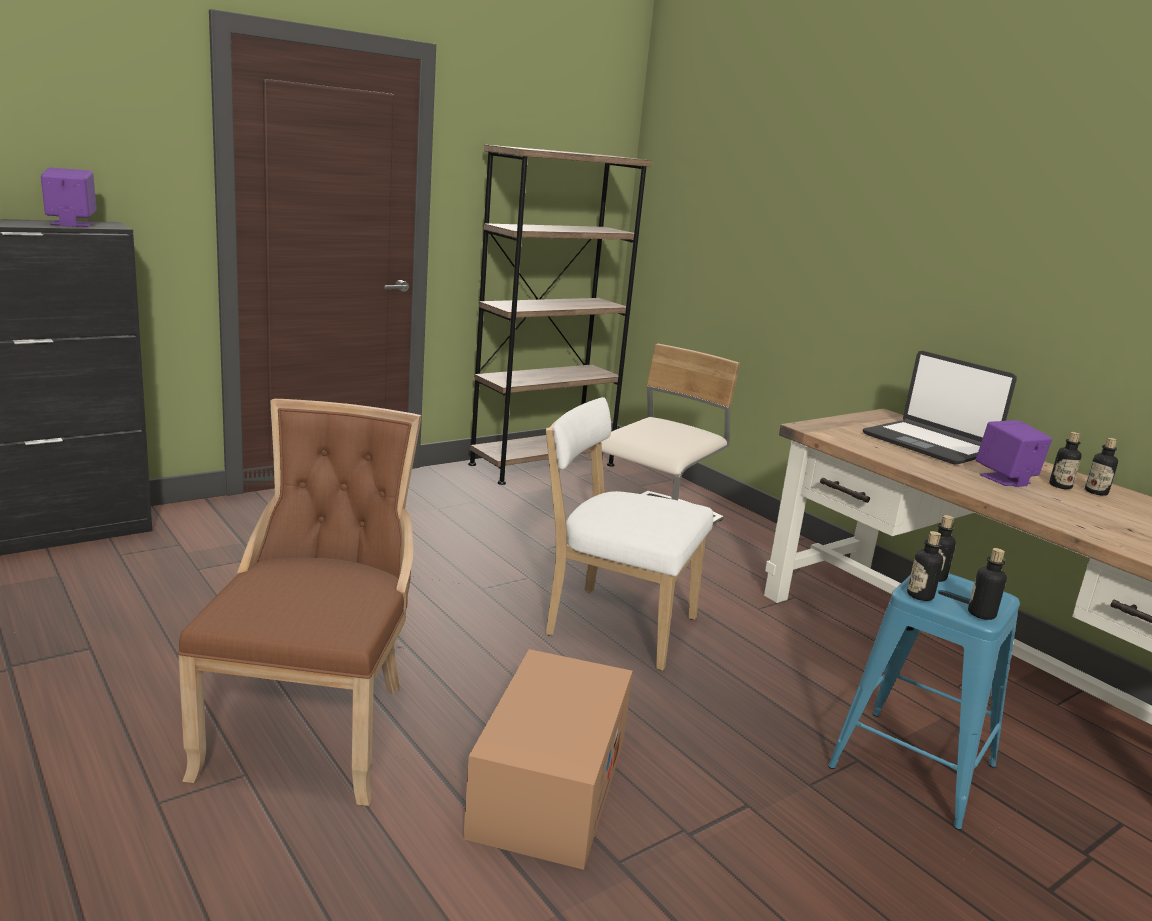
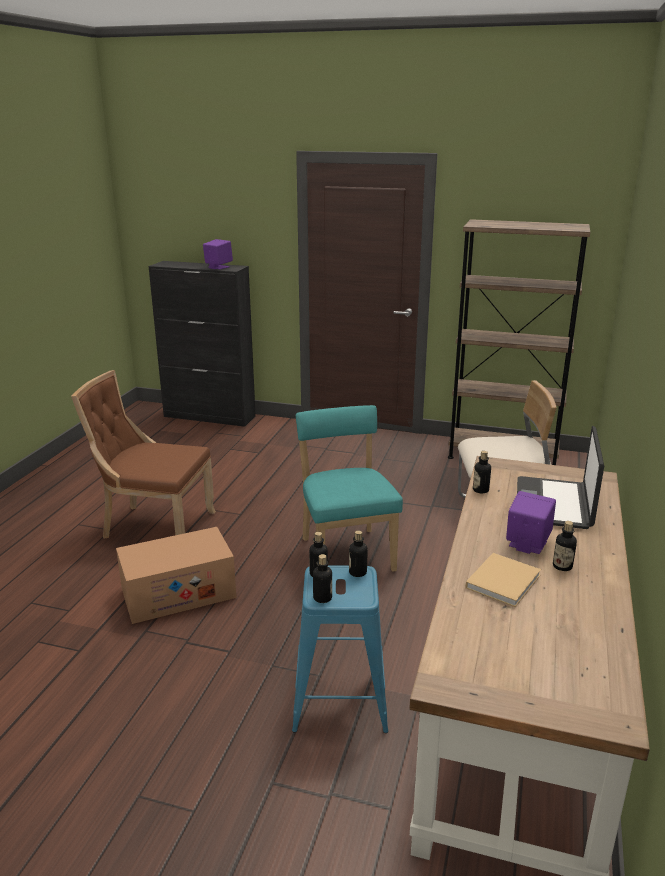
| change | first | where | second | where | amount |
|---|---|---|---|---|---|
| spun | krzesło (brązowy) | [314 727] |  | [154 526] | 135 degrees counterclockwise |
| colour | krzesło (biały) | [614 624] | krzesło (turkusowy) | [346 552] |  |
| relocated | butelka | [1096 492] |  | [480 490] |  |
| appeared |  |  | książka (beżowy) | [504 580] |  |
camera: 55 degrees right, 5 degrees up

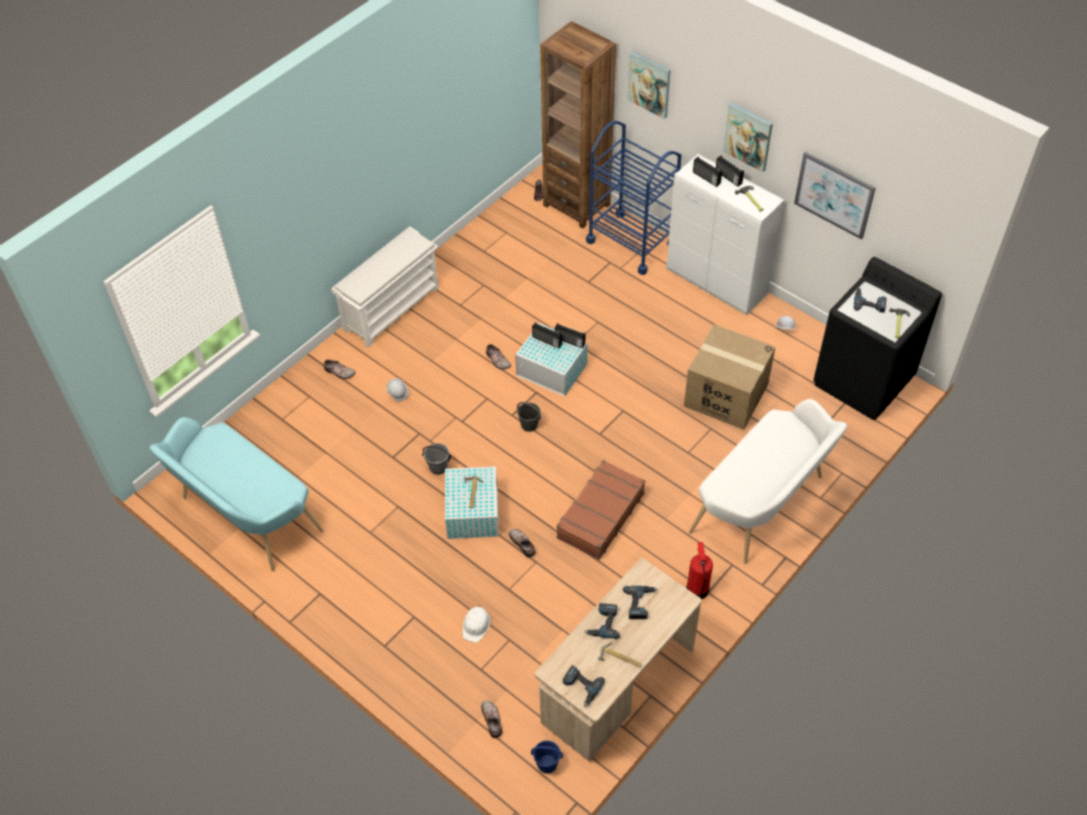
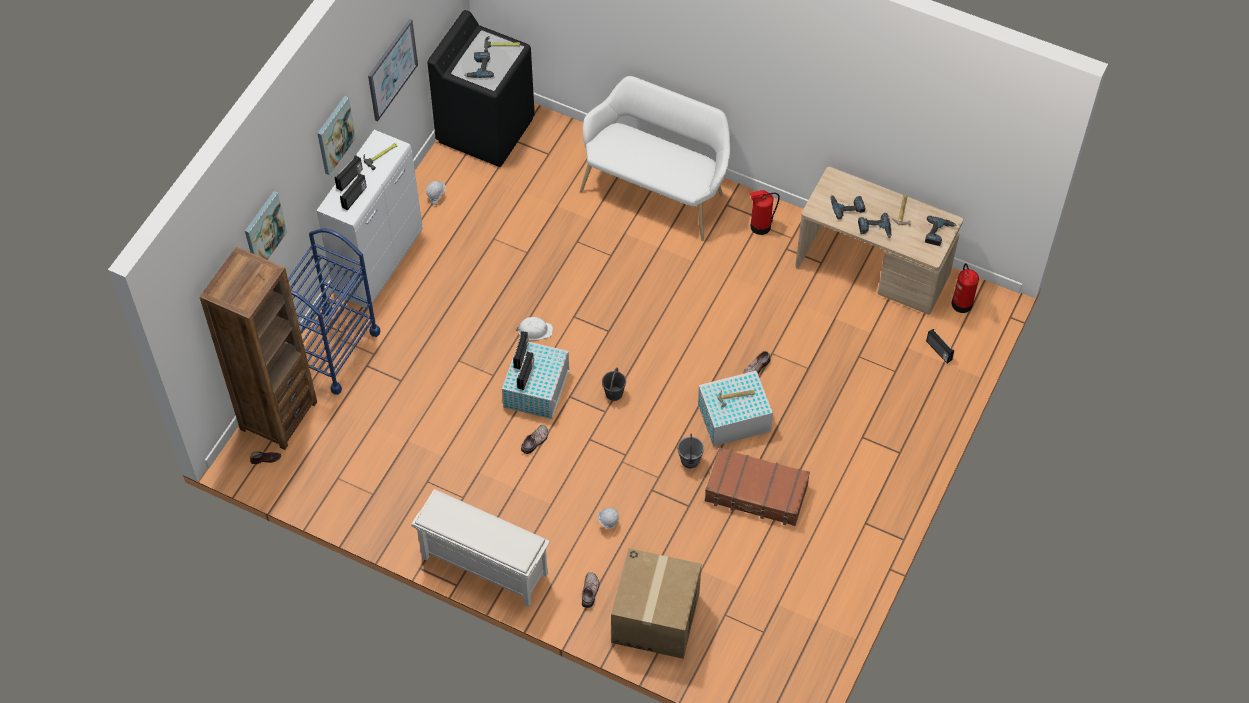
| change | first | where | second | where | amount |
|---|---|---|---|---|---|
| missing | ławka (turkusowy) | [245 517] |  |  |  |
| relocated | kask (biały) | [476 625] |  | [534 330] |  |
| exchanged | but | [493 720] | radio | [938 351] |  |
| exchanged | wiadro (niebieski) | [546 764] | gaśnica | [962 304] |  |
| relocated | walizka (brązowy) | [600 515] |  | [756 493] |  |
| relocated | karton | [725 395] |  | [655 618] |  |
camera: 105 degrees left, 5 degrees up

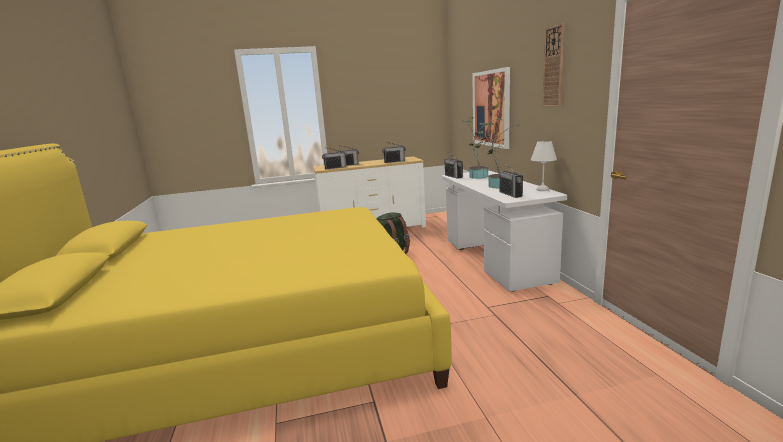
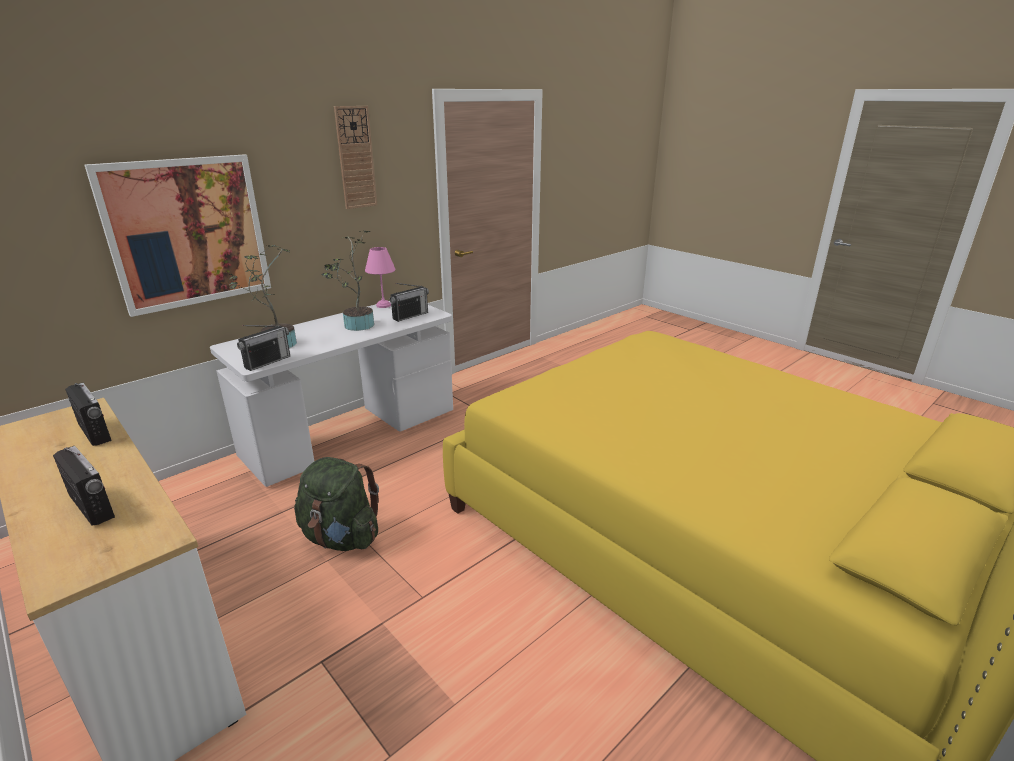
| change | first | where | second | where | amount |
|---|---|---|---|---|---|
| missing | radio | [335 168] |  |  |  |
| colour | lampa stołowa (biały) | [542 189] | lampa stołowa (różowy) | [383 305] |  |
camera: 120 degrees left, 10 degrees up

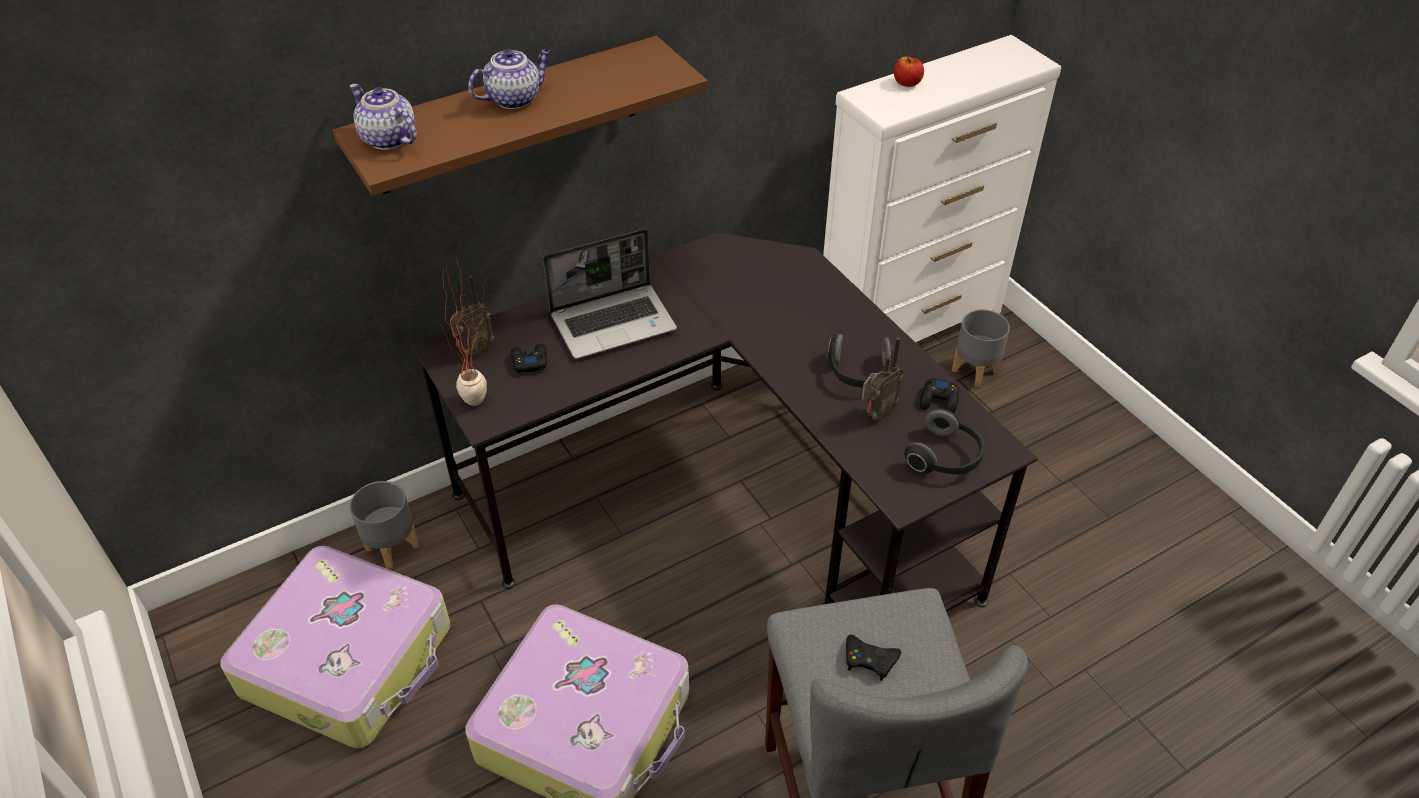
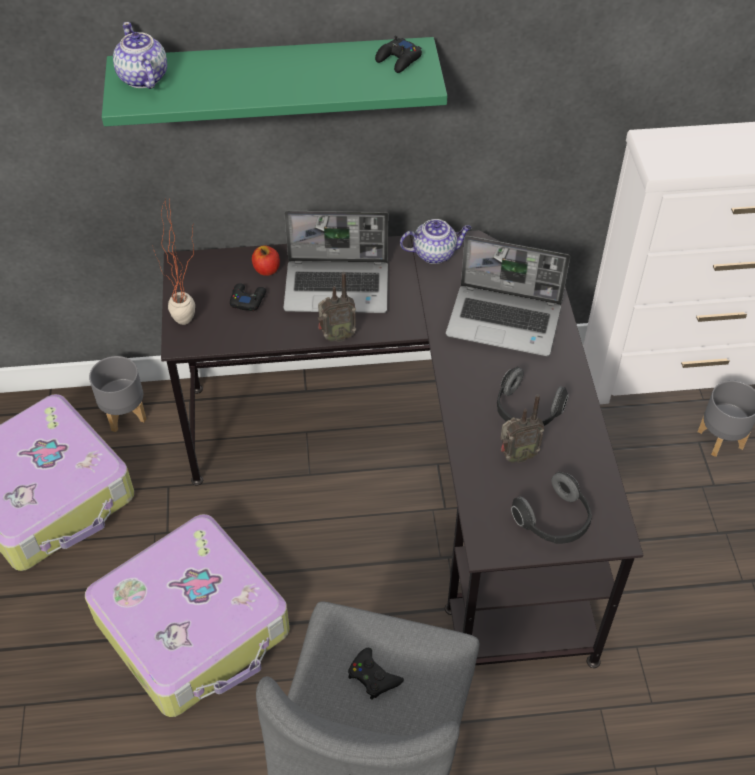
| change | first | where | second | where | amount |
|---|---|---|---|---|---|
| colour | półka (brązowy) | [508 116] | półka (zielony) | [274 79] |  |
| relocated | radio | [474 351] |  | [336 336] |  |
| relocated | imbryk | [515 98] |  | [435 253] |  |
| relocated | jabłko | [907 83] |  | [267 269] |  |
| relocated | pad do gier (czarny) | [939 400] |  | [398 60] |  |
| appeared |  |  | laptop | [505 321] |  |
camera: 25 degrees right, 5 degrees up

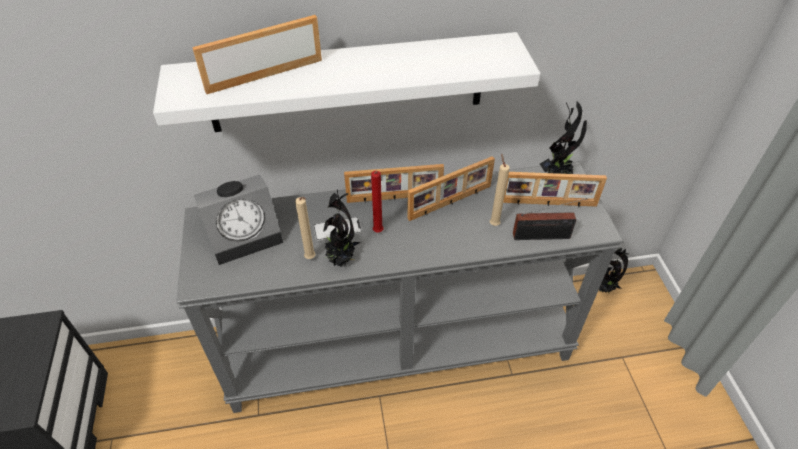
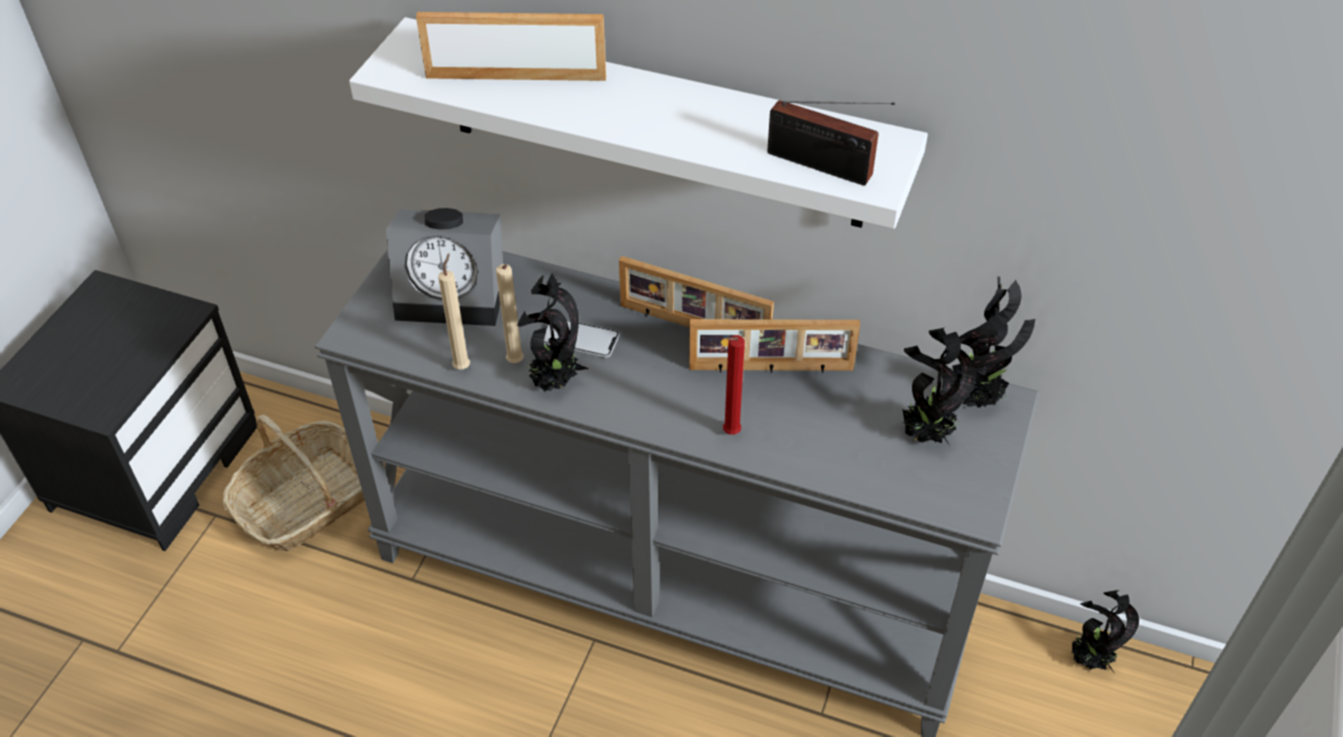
| change | first | where | second | where | amount |
|---|---|---|---|---|---|
| relocated | świeca (czerwony) | [377 232] |  | [729 434] |  |
| relocated | świeca (beżowy) | [493 223] |  | [463 366] |  |
| exchanged | ramka na zdjęcie | [548 204] | roślina doniczkowa | [924 435] |  |
| relocated | radio | [544 236] |  | [824 167] |  |
| appeared |  |  | koszyk | [308 501] |  |
camera: 30 degrees right, 0 degrees up

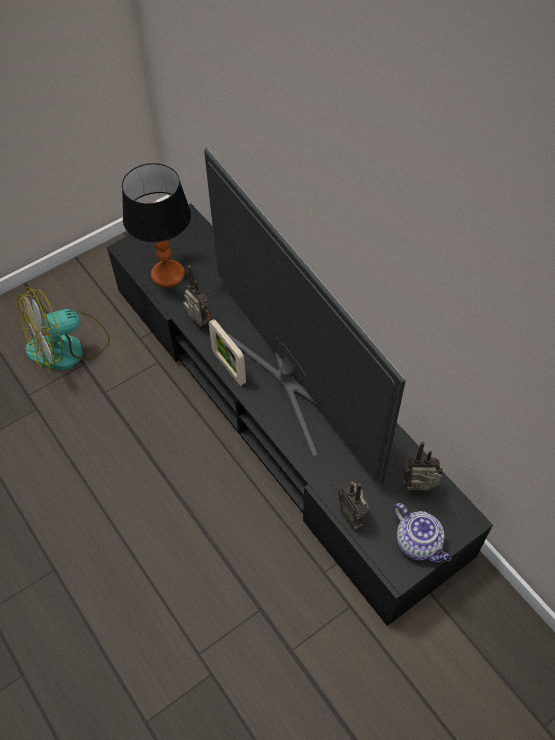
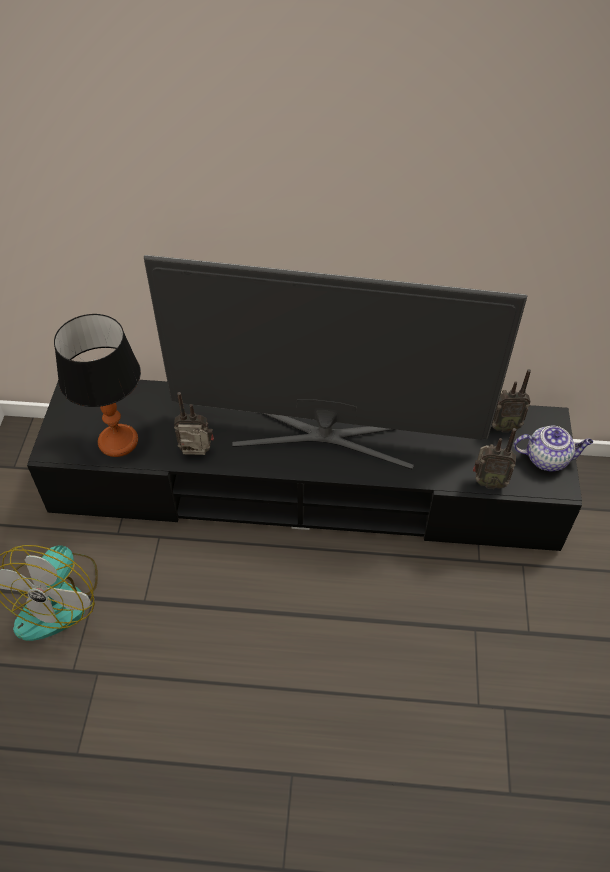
| change | first | where | second | where | amount |
|---|---|---|---|---|---|
| missing | ramka na zdjęcie | [229 368] |  |  |  |
| spun | radio | [419 489] |  | [502 426] | 135 degrees counterclockwise |
camera: 50 degrees left, 5 degrees down

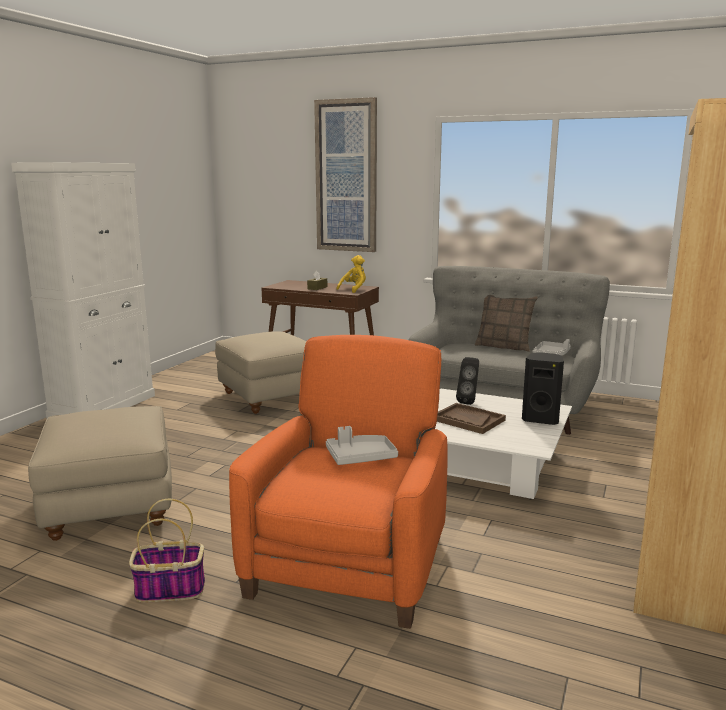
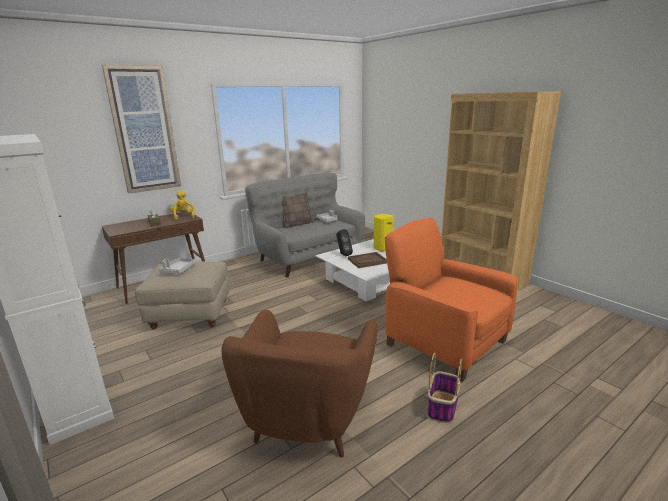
| change | first | where | second | where | amount |
|---|---|---|---|---|---|
| exchanged | pufa (beżowy) | [110 506] | fotel (brązowy) | [308 420] |  |
| relocated | taca (szary) | [360 457] |  | [178 270] |  |
| colour | głośnik (czarny) | [541 419] | głośnik (żółty) | [382 248] |  |
camera: 60 degrees left, 5 degrees up

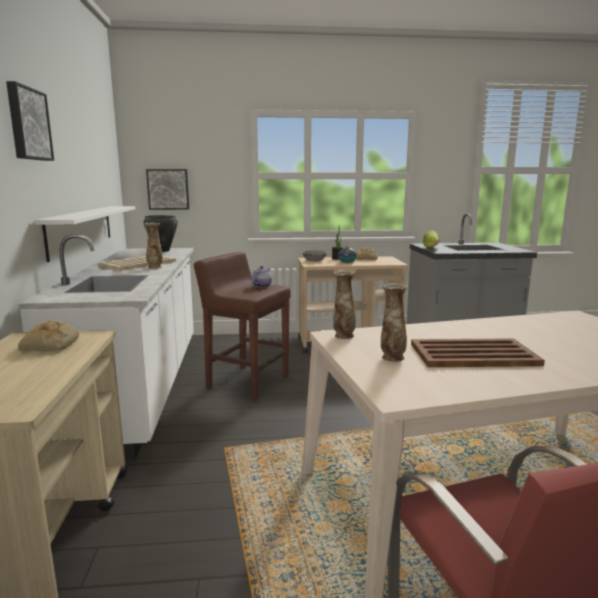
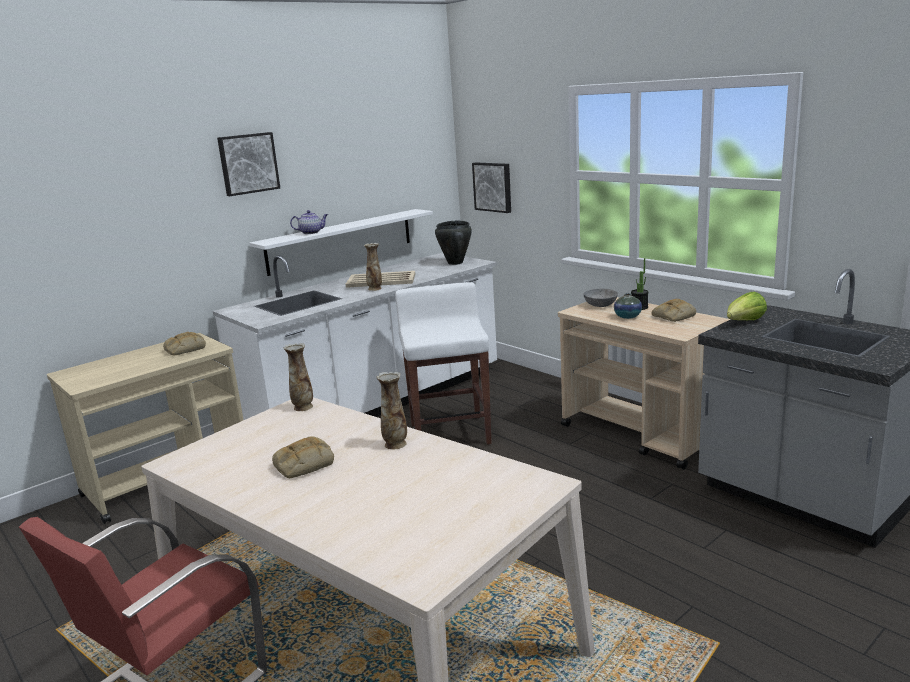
| change | first | where | second | where | amount |
|---|---|---|---|---|---|
| colour | stołek (brązowy) | [247 382] | stołek (biały) | [450 433] |  |
| relocated | imbryk | [261 286] |  | [311 232] |  |
| relocated | wazon | [392 357] |  | [395 444] |  |
| exchanged | taca (brązowy) | [474 355] | chleb | [303 464] |  |
camera: 55 degrees right, 5 degrees up

